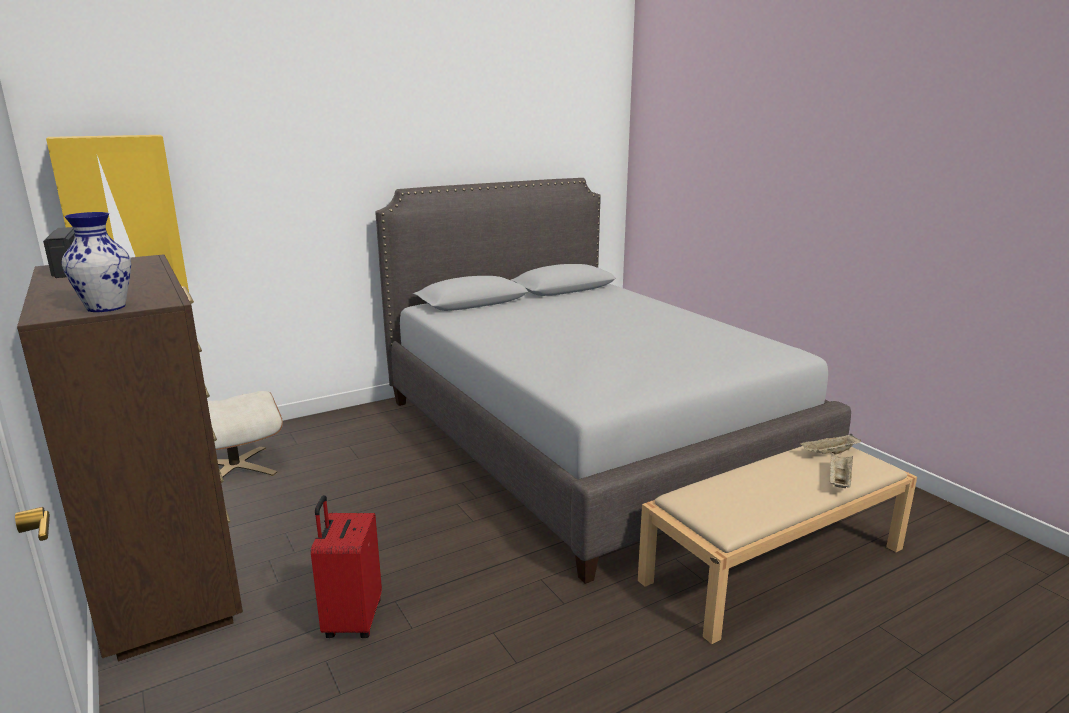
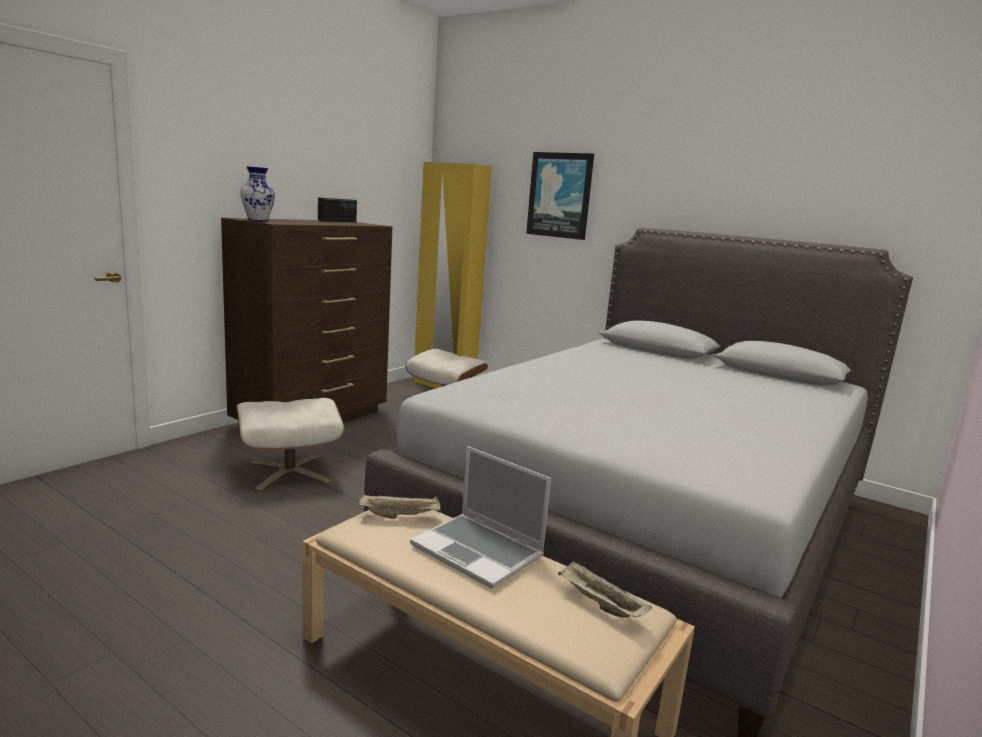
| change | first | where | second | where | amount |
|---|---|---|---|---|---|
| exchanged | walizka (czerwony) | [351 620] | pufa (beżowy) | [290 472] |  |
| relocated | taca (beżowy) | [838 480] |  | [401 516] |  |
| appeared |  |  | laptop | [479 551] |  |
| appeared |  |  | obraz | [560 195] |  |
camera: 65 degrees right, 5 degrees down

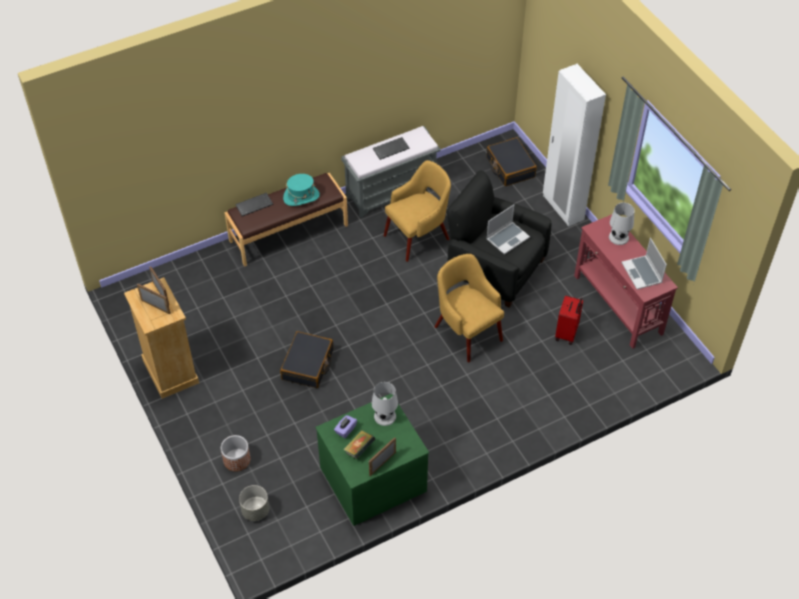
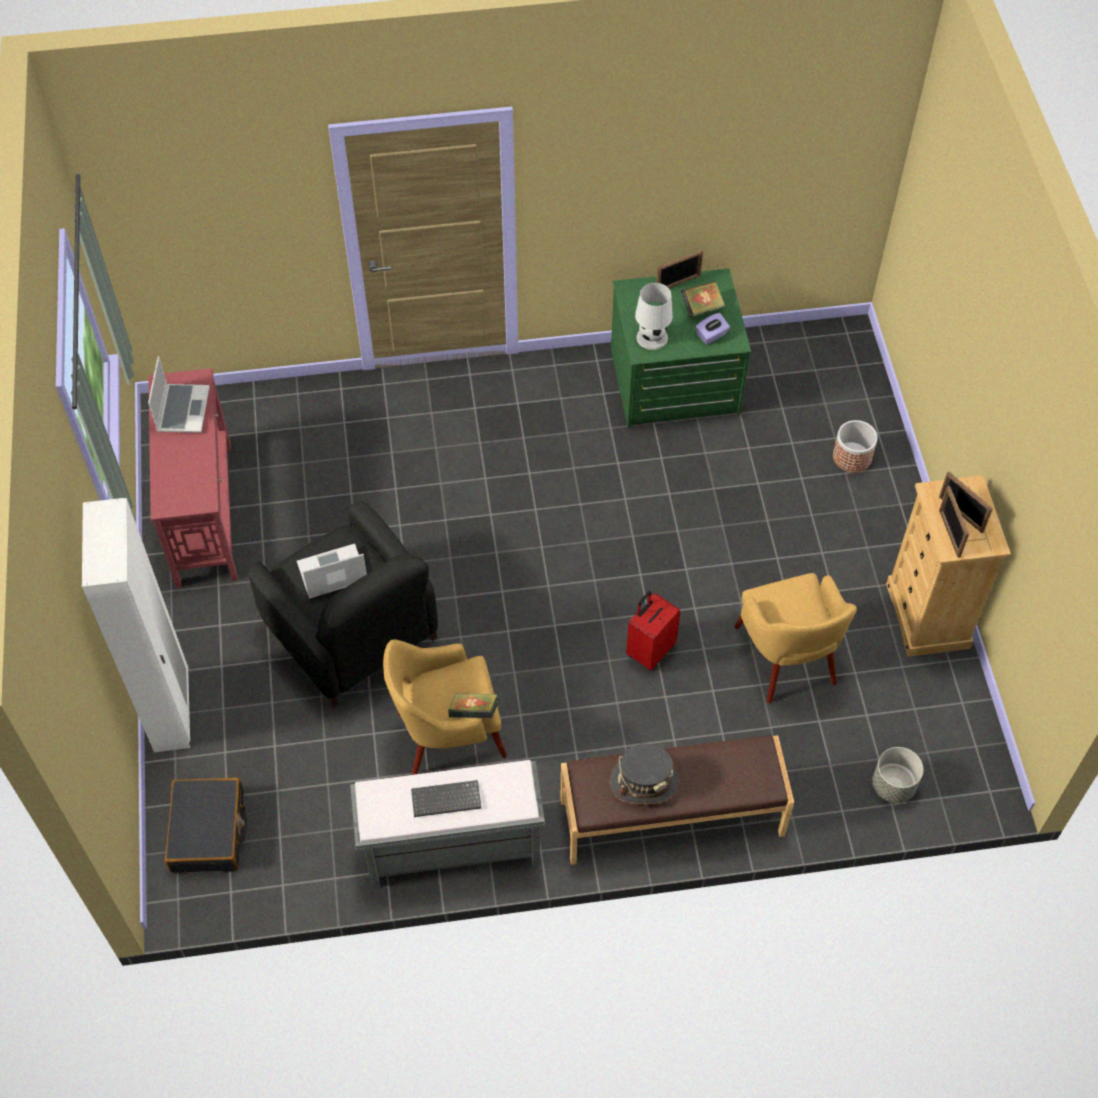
| change | first | where | second | where | amount |
|---|---|---|---|---|---|
| missing | klawiatura | [254 204] |  |  |  |
| relocated | donica (szary) | [255 510] |  | [893 786] |  |
| missing | walizka (czarny) | [308 365] |  |  |  |
| colour | kapelusz (turkusowy) | [301 197] | kapelusz (szary) | [644 782] |  |
| relocated | fotel (żółty) | [467 332] |  | [786 658] |  |
| relocated | walizka (czerwony) | [567 333] |  | [650 650] |  |
| missing | lampa stołowa (biały) | [618 237] |  |  |  |
| appeared |  |  | książka | [474 712] |  |
camera: 160 degrees left, 5 degrees up

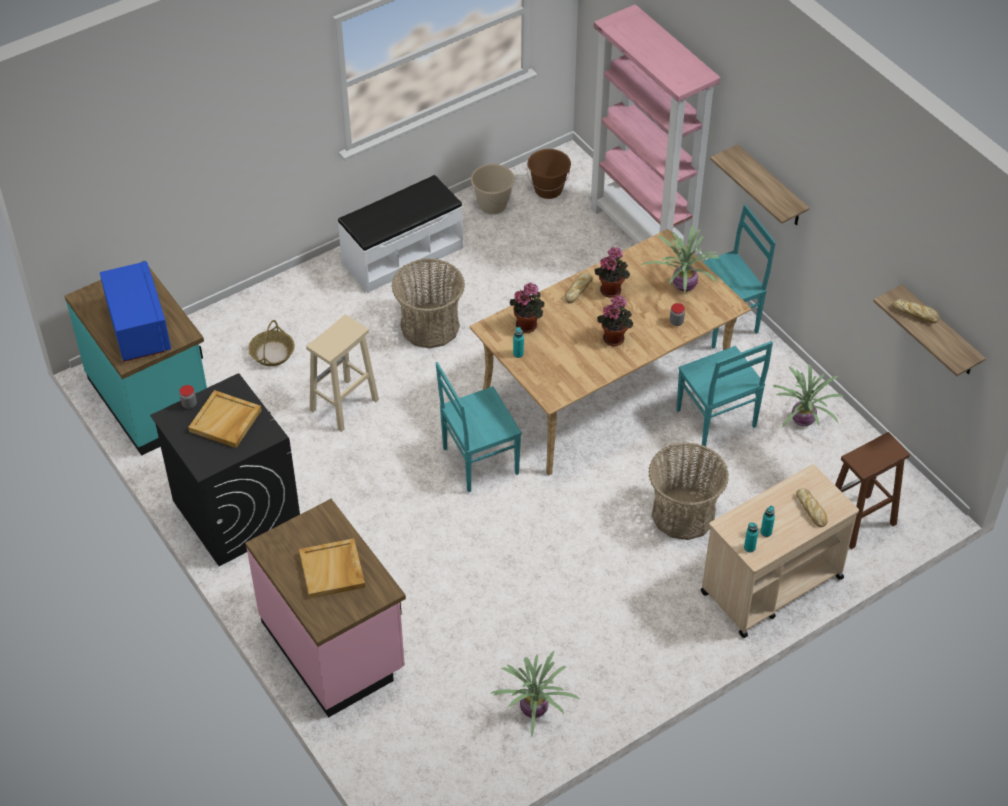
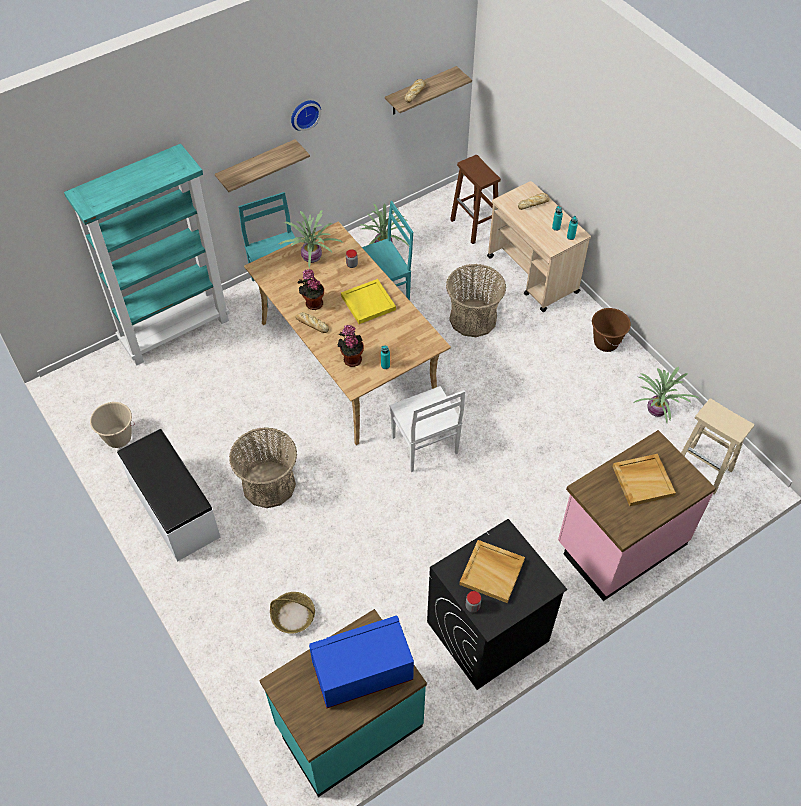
| change | first | where | second | where | amount |
|---|---|---|---|---|---|
| relocated | stołek (beżowy) | [343 406] |  | [703 469] |  |
| colour | krzesło (turkusowy) | [478 461] | krzesło (biały) | [425 446] |  |
| relocated | wiadro (brązowy) | [548 190] |  | [605 343] |  |
| colour | regał (różowy) | [643 235] | regał (turkusowy) | [176 330] |  |
| exchanged | roślina doniczkowa | [614 337] | taca (żółty) | [367 303] |  |
| appeared |  |  | zegar ścienny | [304 114] |  |
camera: 90 degrees left, 5 degrees up

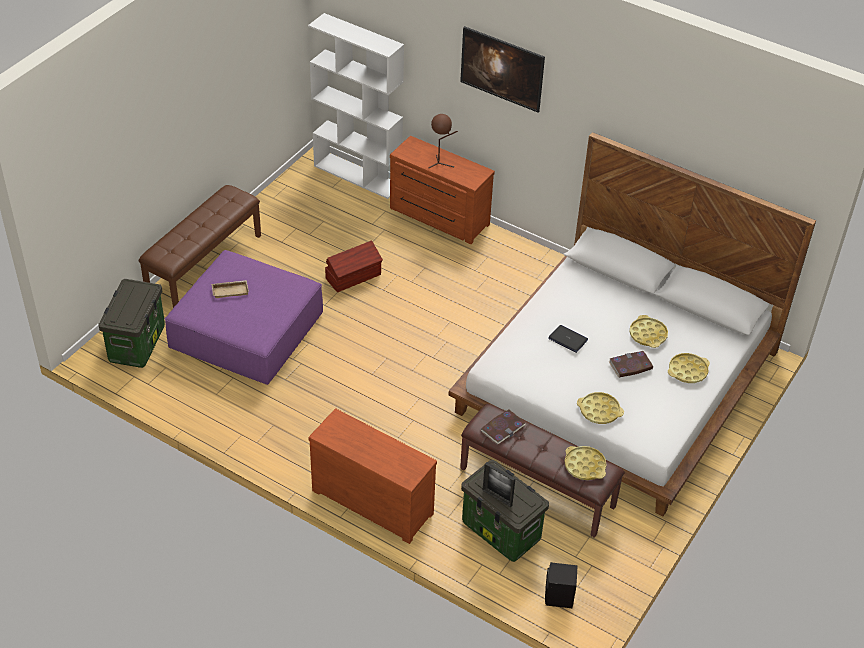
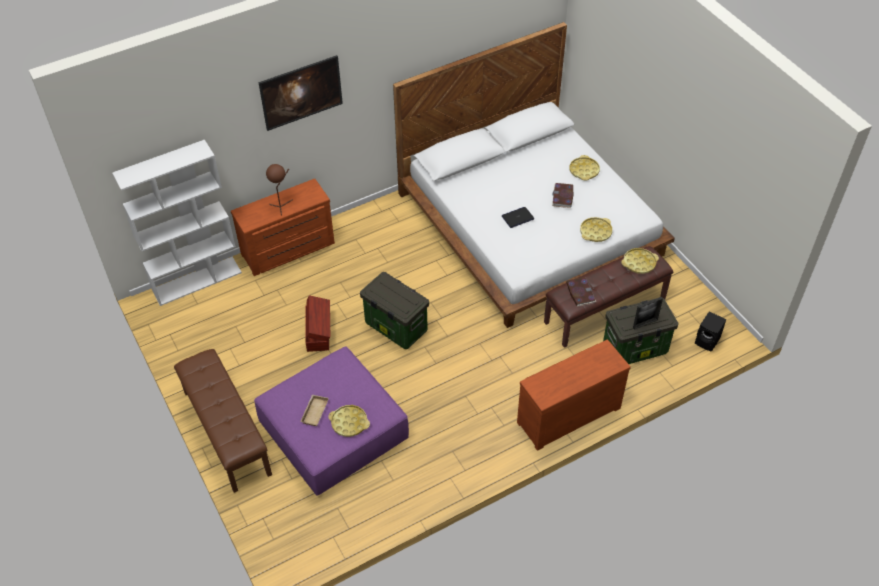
| change | first | where | second | where | amount |
|---|---|---|---|---|---|
| relocated | pojemnik do przechowywania | [137 343] |  | [395 327] |  |
| relocated | taca (żółty) | [648 334] |  | [349 423] |  |
camera: 60 degrees left, 5 degrees up

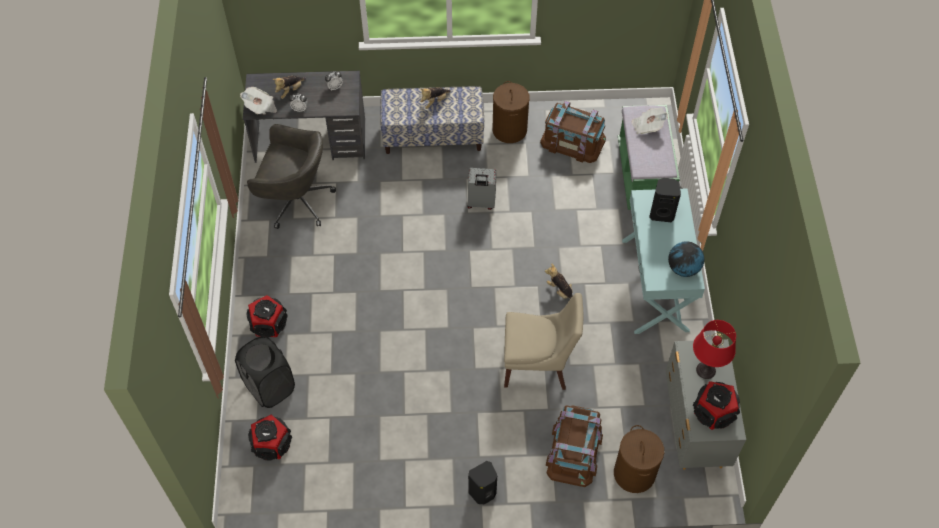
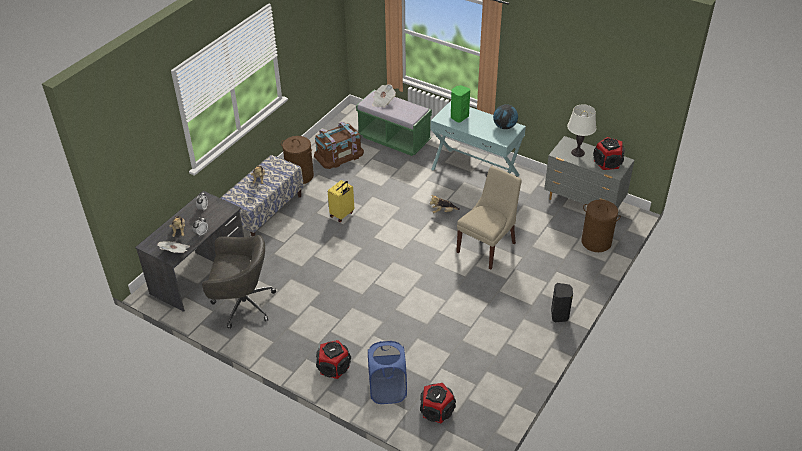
| change | first | where | second | where | amount |
|---|---|---|---|---|---|
| colour | kosz na pranie (czarny) | [269 387] | kosz na pranie (niebieski) | [387 390] |  |
| spun | krzesło biurowe (szary) | [295 201] |  | [242 304] | 45 degrees clockwise |
| colour | walizka (szary) | [481 203] | walizka (żółty) | [342 215] |  |
| missing | pojemnik do przechowywania (brązowy) | [574 451] |  |  |  |
| colour | głośnik (czarny) | [661 213] | głośnik (zielony) | [459 117] |  |
| colour | lampa stołowa (czerwony) | [706 370] | lampa stołowa (biały) | [578 152] |  |
camera: 55 degrees left, 15 degrees down

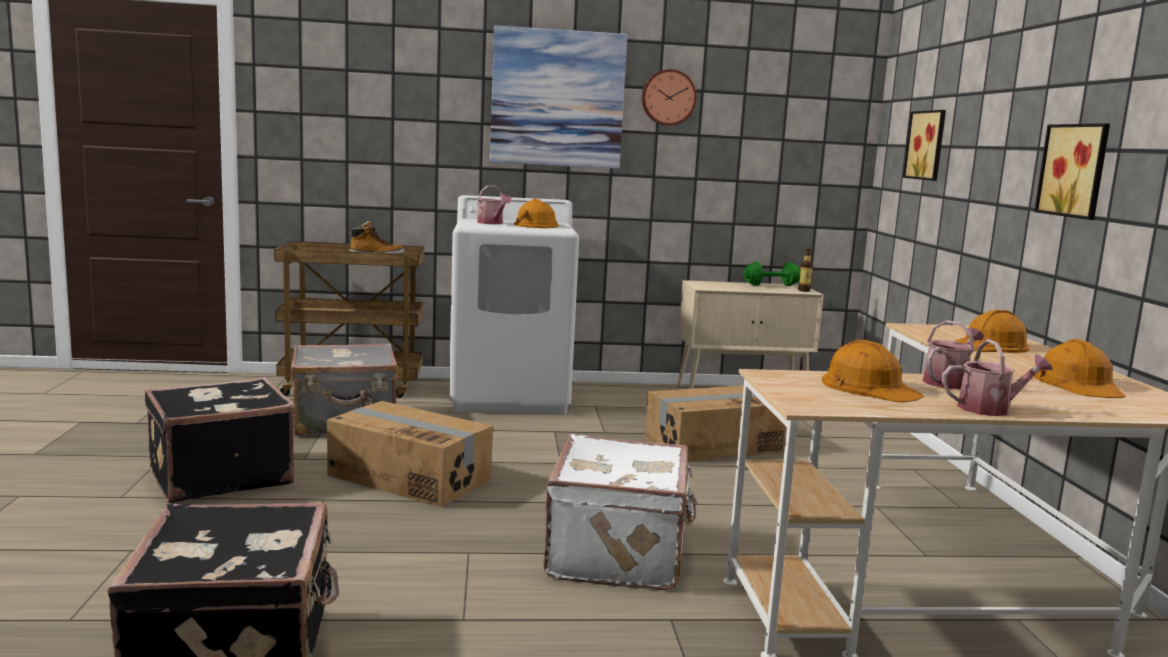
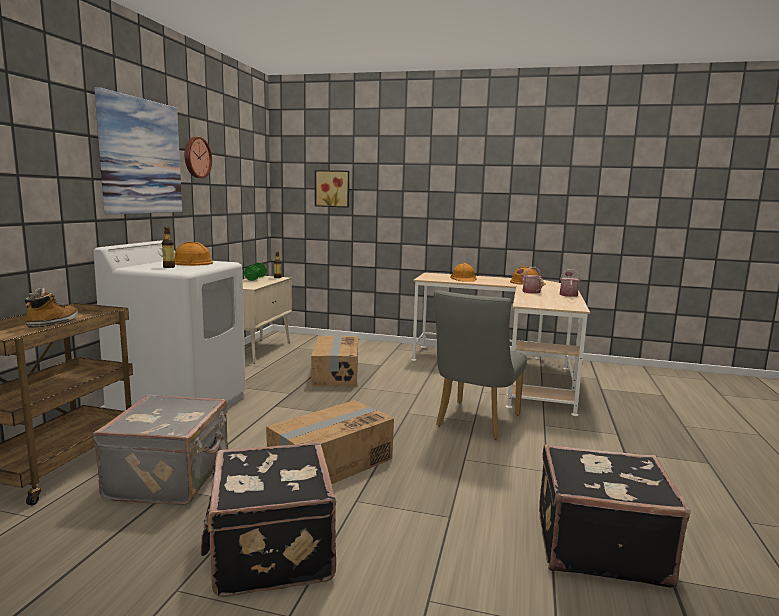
| change | first | where | second | where | amount |
|---|---|---|---|---|---|
| exchanged | konewka | [492 223] | butelka | [169 267] |  |
| exchanged | walizka (biały) | [620 554] | krzesło (szary) | [475 422] |  |
| missing | kask (pomarańczowy) | [869 387] |  |  |  |
| missing | obraz | [1076 170] |  |  |  |
camera: 70 degrees left, 0 degrees up

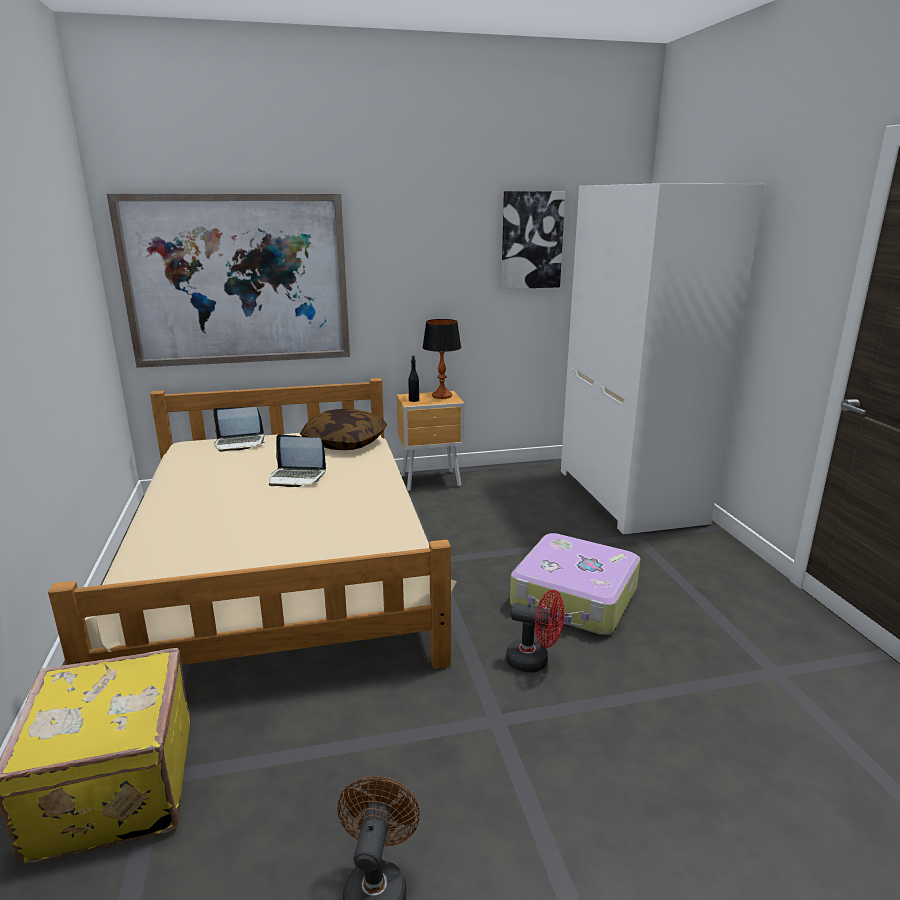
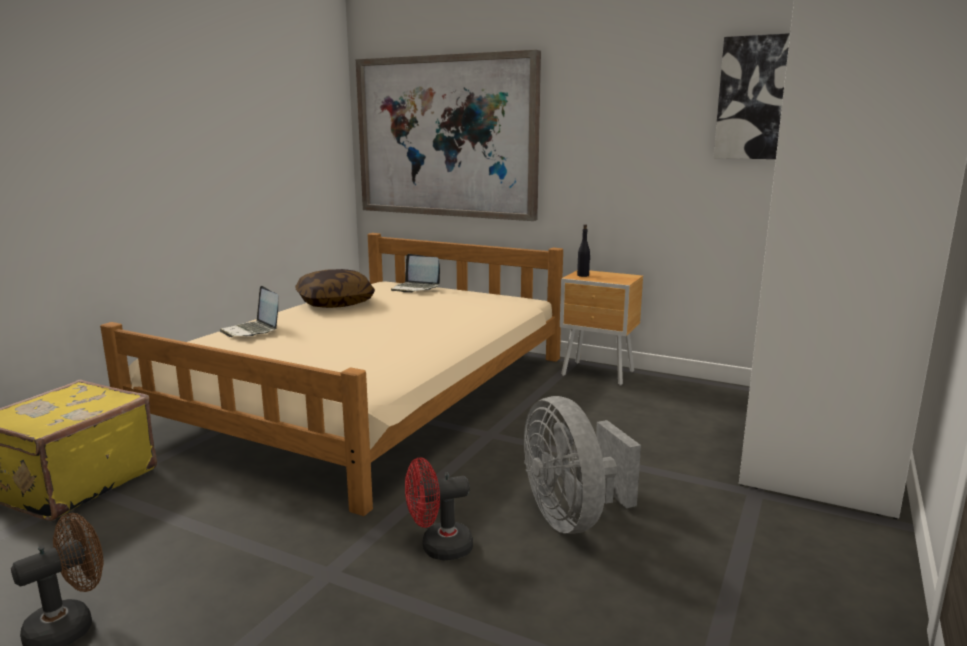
| change | first | where | second | where | amount |
|---|---|---|---|---|---|
| relocated | laptop | [297 477] |  | [252 331] |  |
| relocated | poduszka | [345 443] |  | [335 303] |  |
| missing | lampa stołowa | [442 396] |  |  |  |
| spun | wentylator (czerwony) | [534 661] |  | [438 548] | 105 degrees clockwise |
| exchanged | walizka | [574 598] | wentylator (szary) | [572 517] |  |
camera: 40 degrees right, 5 degrees down

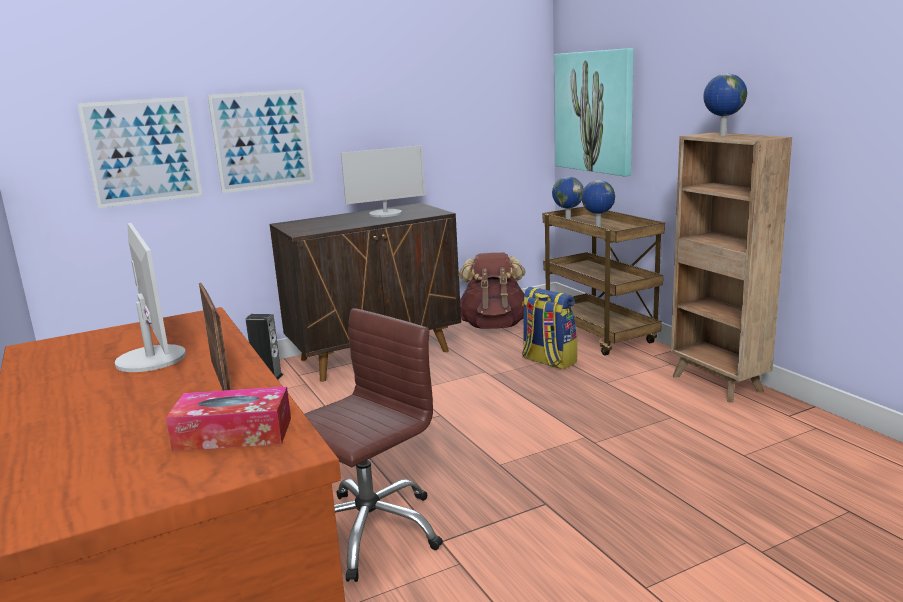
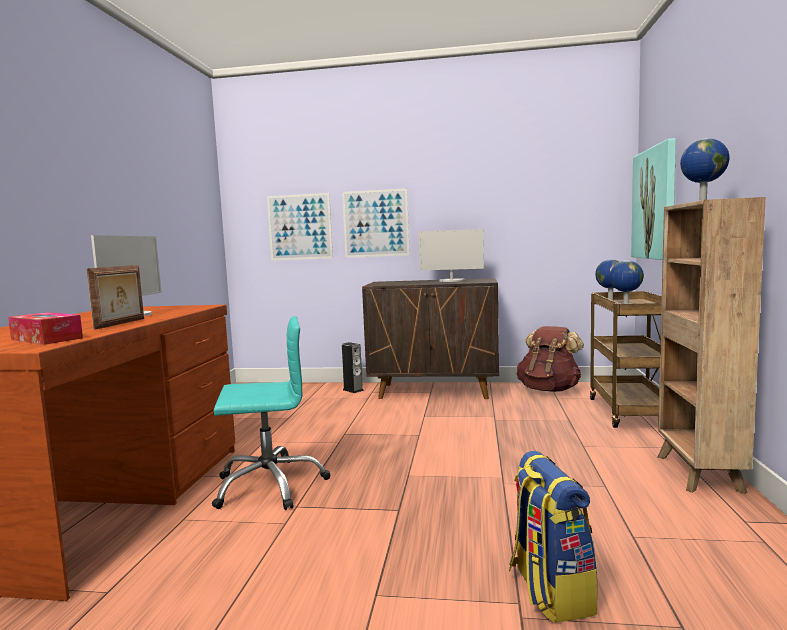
| change | first | where | second | where | amount |
|---|---|---|---|---|---|
| colour | krzesło biurowe (brązowy) | [369 531] | krzesło biurowe (turkusowy) | [270 485] |  |
| relocated | plecak | [548 361] |  | [549 591] |  |
camera: 35 degrees right, 10 degrees down

